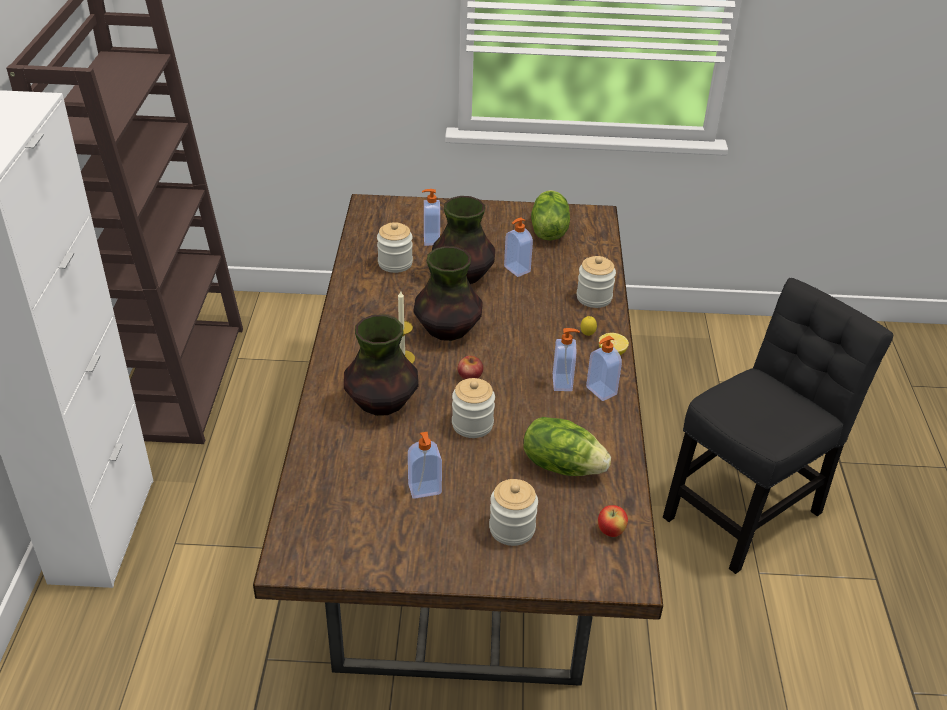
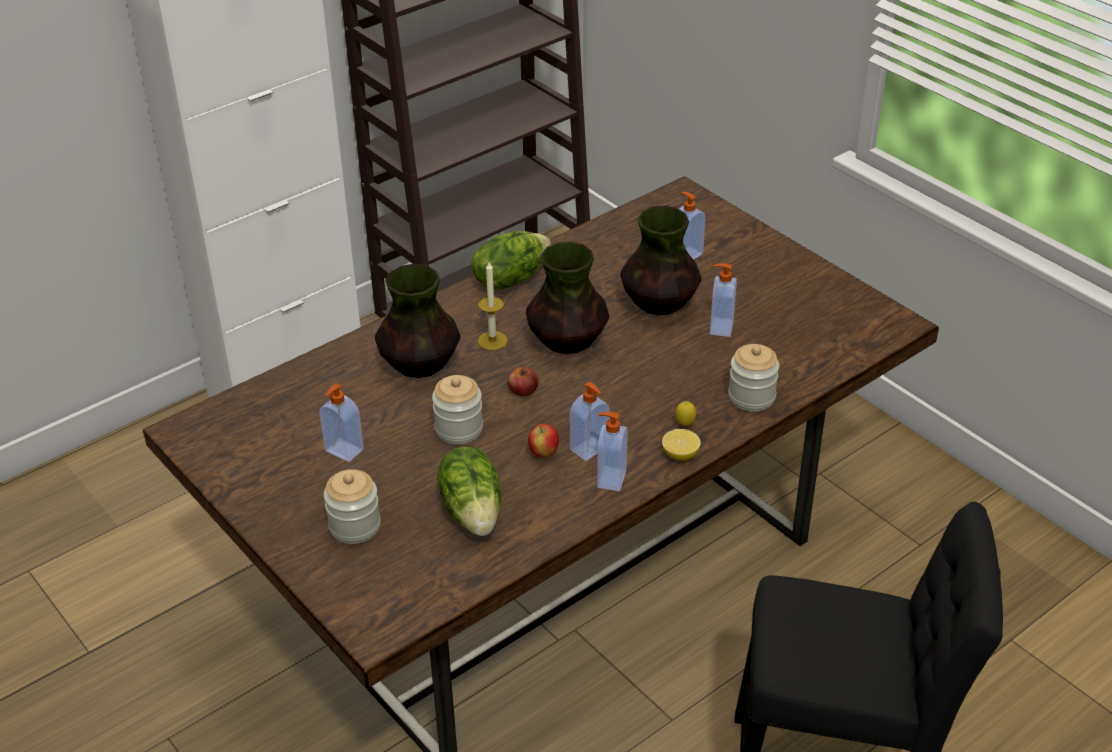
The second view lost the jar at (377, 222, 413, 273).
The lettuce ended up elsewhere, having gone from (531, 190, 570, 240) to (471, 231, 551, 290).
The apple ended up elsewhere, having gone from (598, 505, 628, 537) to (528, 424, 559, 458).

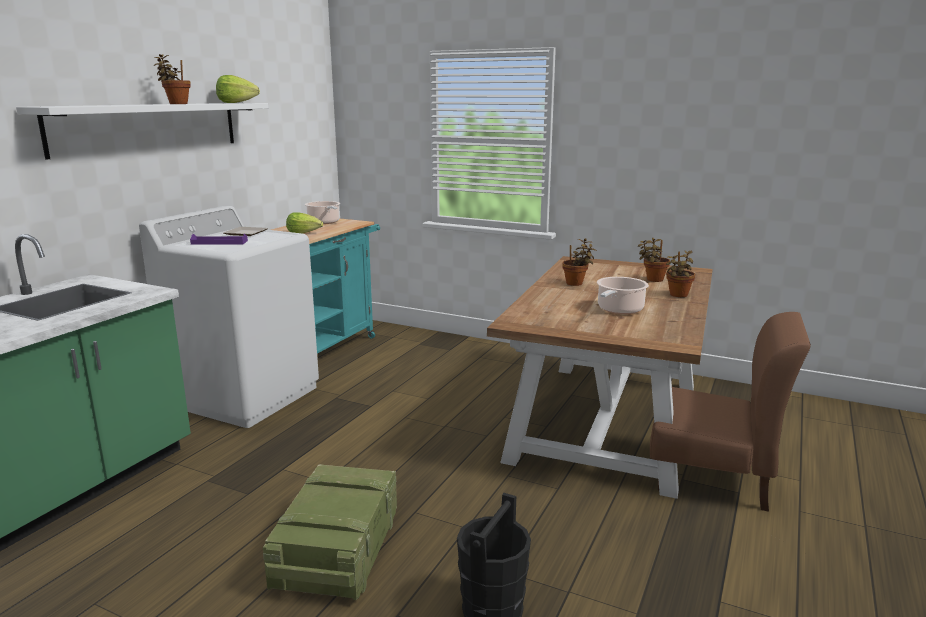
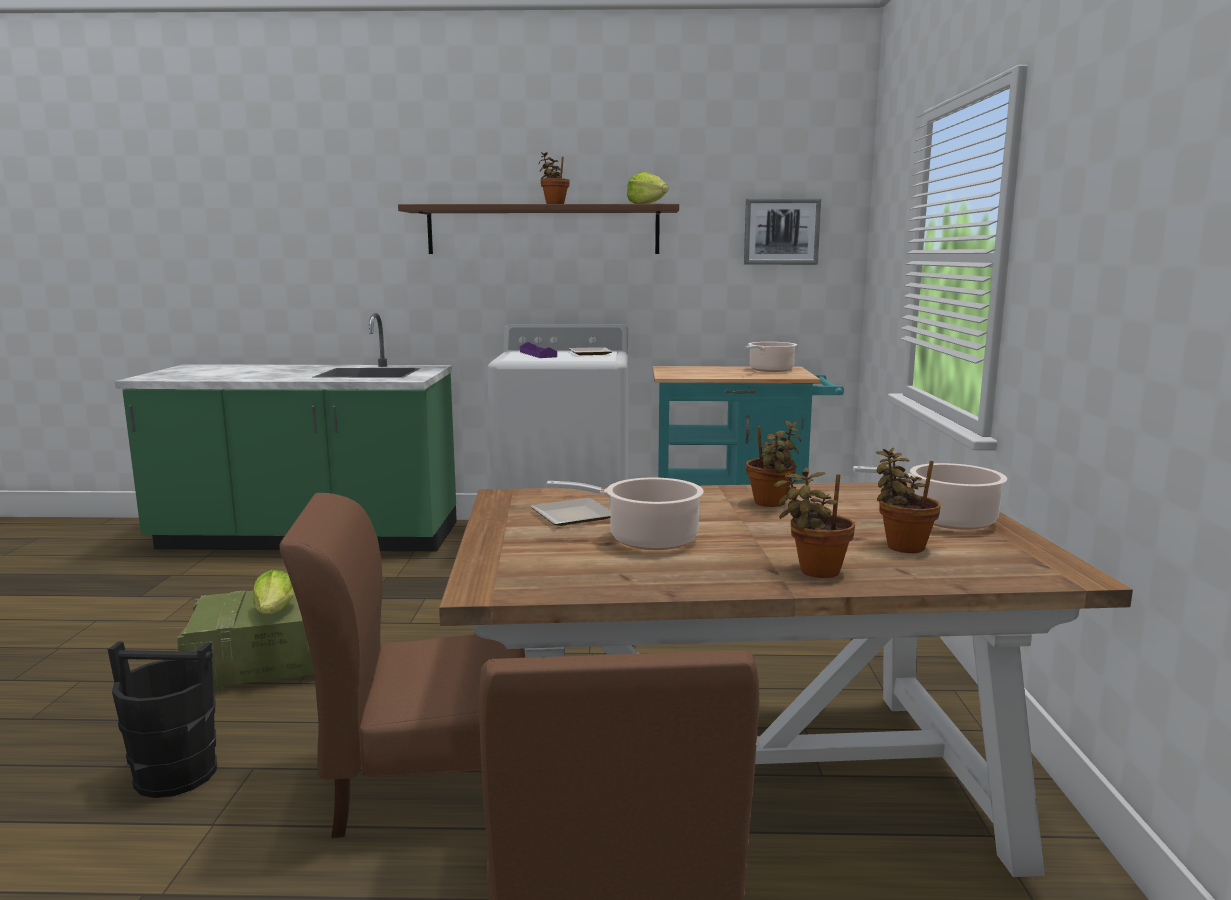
The second view gained the chair (brown) at (280, 493, 525, 838).
The second view gained the plate at (530, 498, 611, 526).
The second view gained the picture at (744, 198, 821, 265).
The second view gained the cooking pot at (853, 463, 1007, 530).
The lettuce ended up elsewhere, having gone from (286, 212, 323, 233) to (253, 570, 295, 614).
What was the shelf (white) at (16, 103, 268, 160) turned into the shelf (brown) at (398, 204, 679, 254).

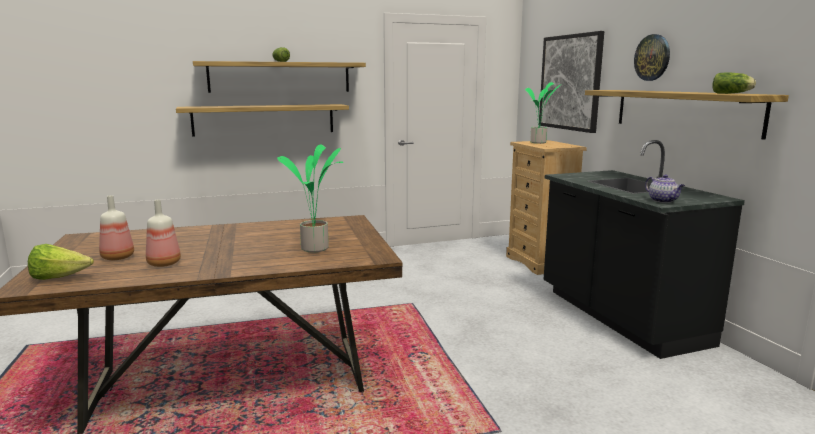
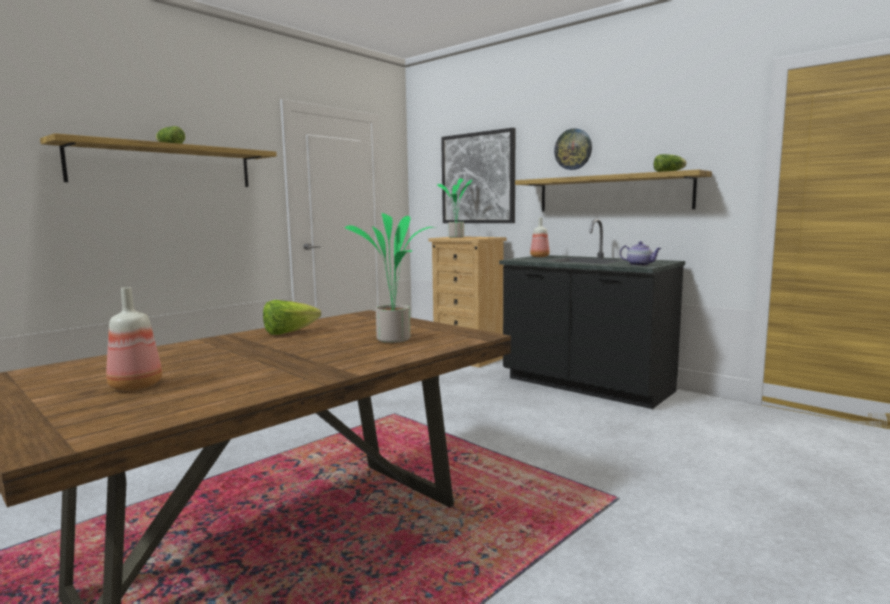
The second view lost the shelf at (176, 104, 349, 137).
The lettuce ended up elsewhere, having gone from (28, 244, 94, 280) to (263, 300, 321, 335).
The bottle ended up elsewhere, having gone from (146, 200, 181, 267) to (530, 217, 550, 257).

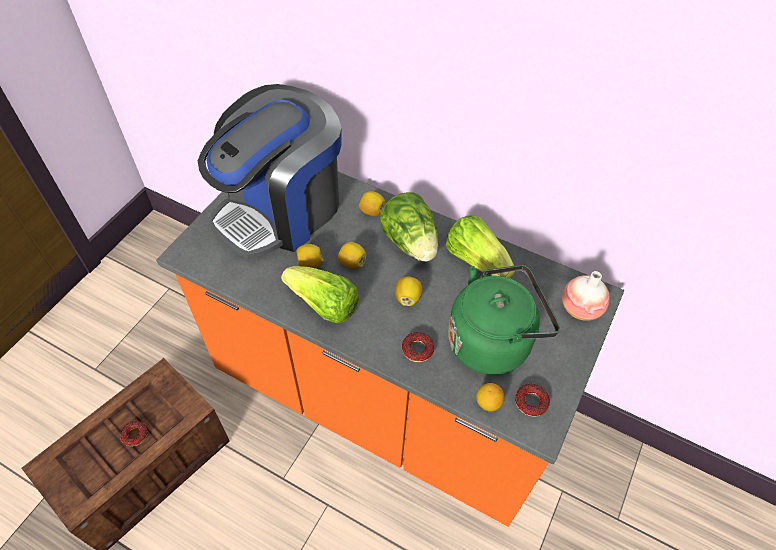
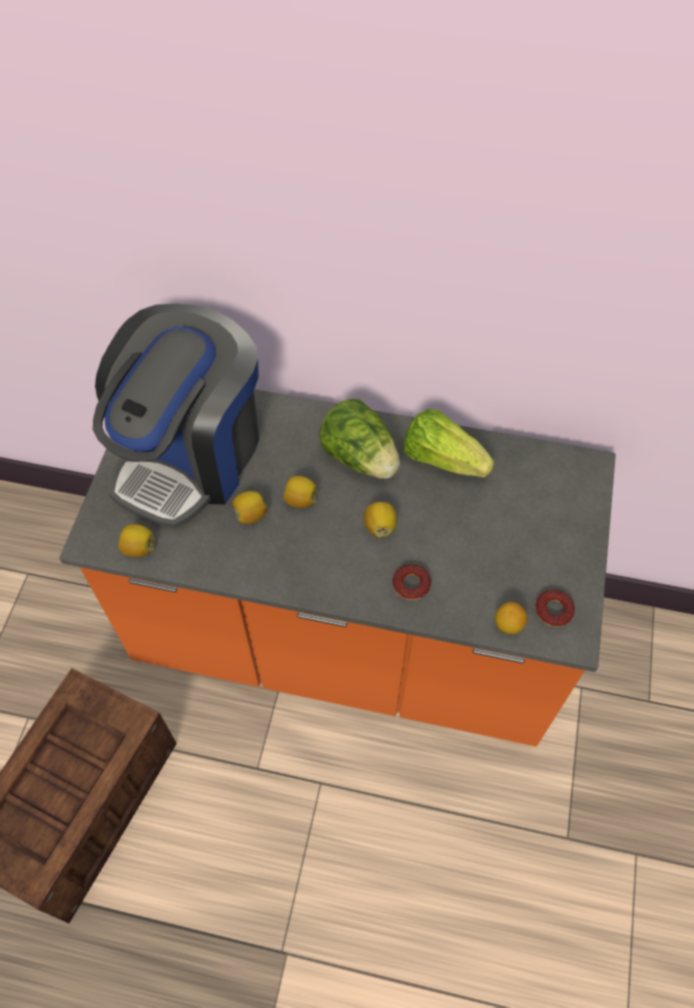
The second view lost the donut at (120, 421, 148, 446).
The second view lost the lettuce at (281, 266, 359, 323).
The second view lost the kettle (green) at (448, 265, 560, 375).
The second view lost the vase at (562, 271, 610, 321).
The lemon ended up elsewhere, having gone from (359, 191, 386, 216) to (118, 524, 154, 557).

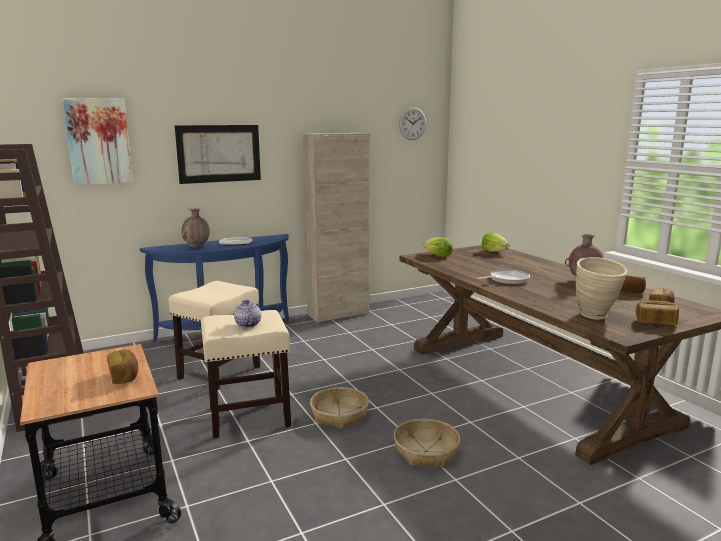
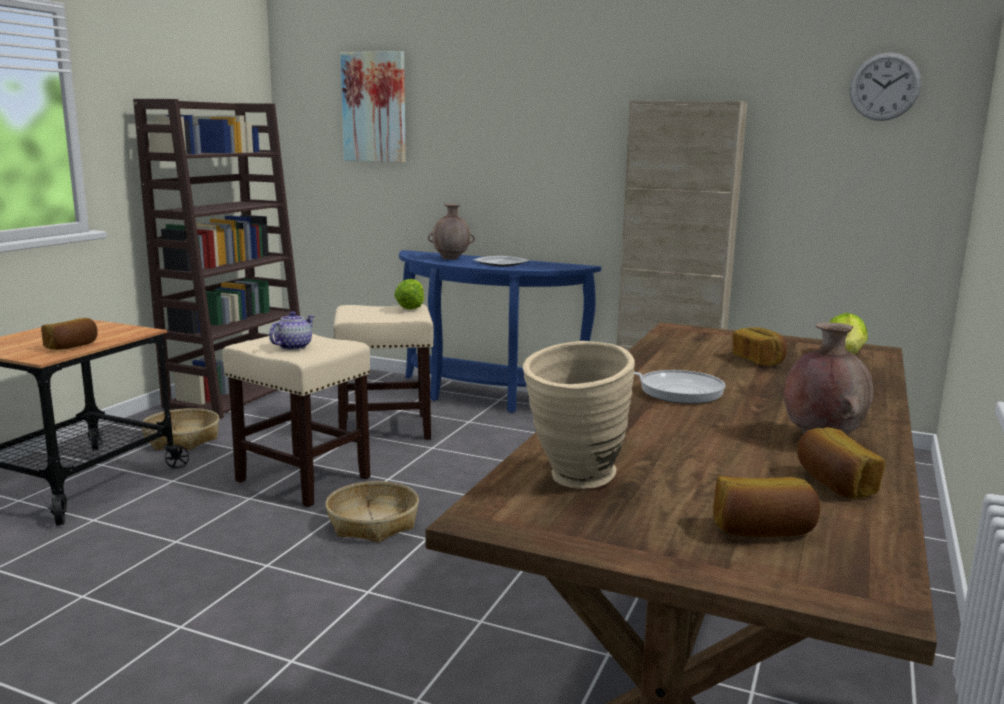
The second view lost the picture at (175, 125, 261, 184).
The basket ended up elsewhere, having gone from (394, 419, 460, 468) to (141, 408, 219, 450).
The lettuce ended up elsewhere, having gone from (424, 237, 453, 257) to (394, 279, 424, 310).
The bread ended up elsewhere, having gone from (636, 300, 679, 325) to (733, 327, 787, 365).

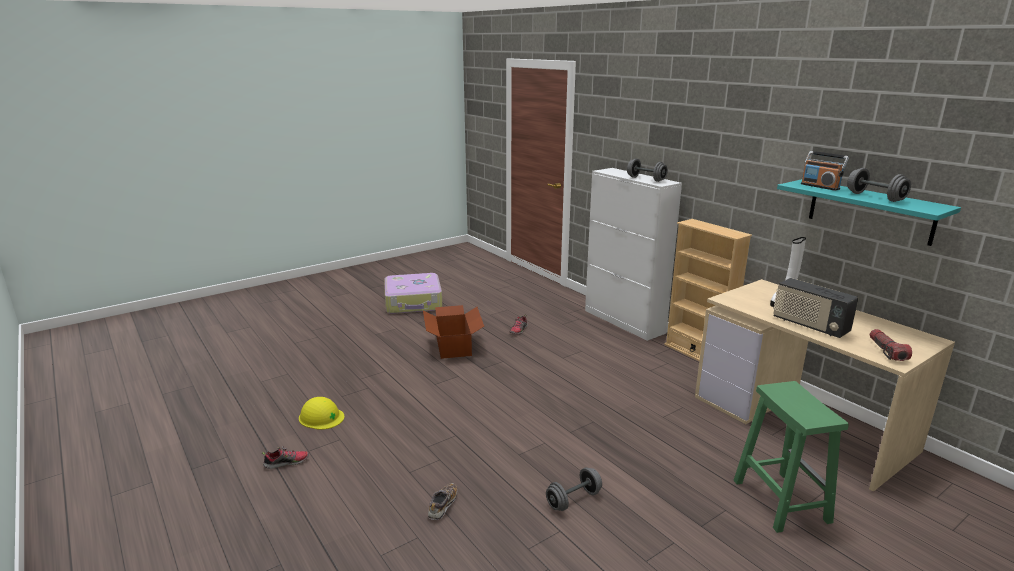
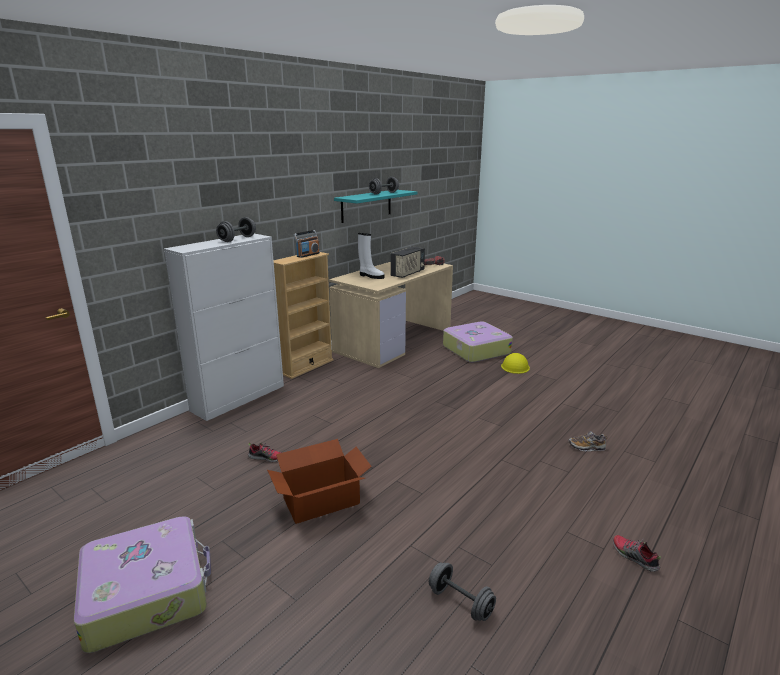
The hard hat (yellow) ended up elsewhere, having gone from (299, 397, 344, 430) to (501, 353, 530, 374).
The dumbbell (grey) ended up elsewhere, having gone from (546, 468, 602, 511) to (429, 562, 496, 621).
The radio ended up elsewhere, having gone from (801, 151, 849, 191) to (294, 230, 320, 258).
Where the stool (green) stood at (734, 381, 849, 533), the suitcase came to stand at (443, 321, 513, 363).

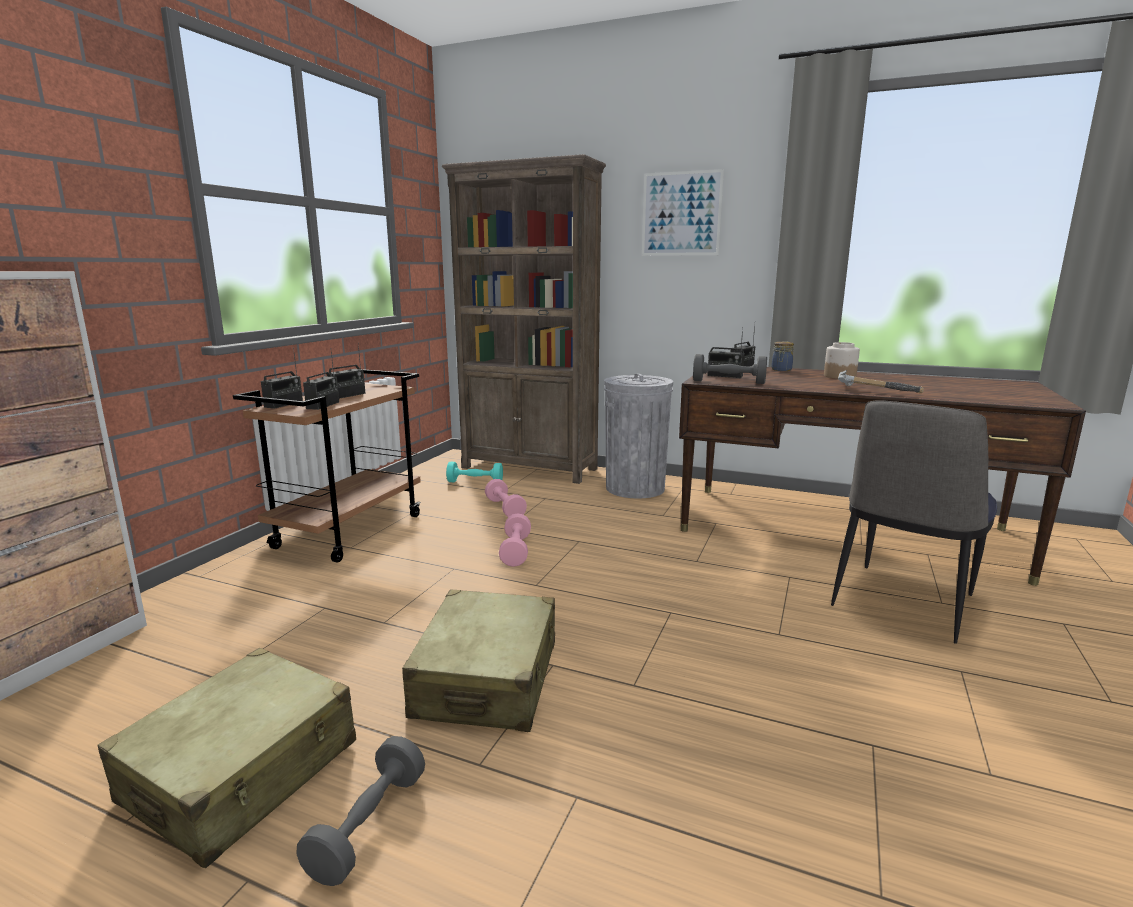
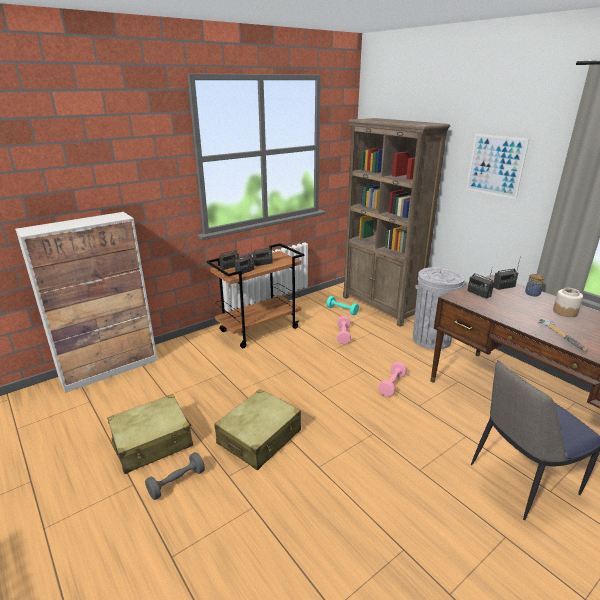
The second view lost the dumbbell (grey) at (693, 354, 767, 384).
The dumbbell (pink) ended up elsewhere, having gone from (499, 513, 531, 567) to (378, 362, 407, 397).

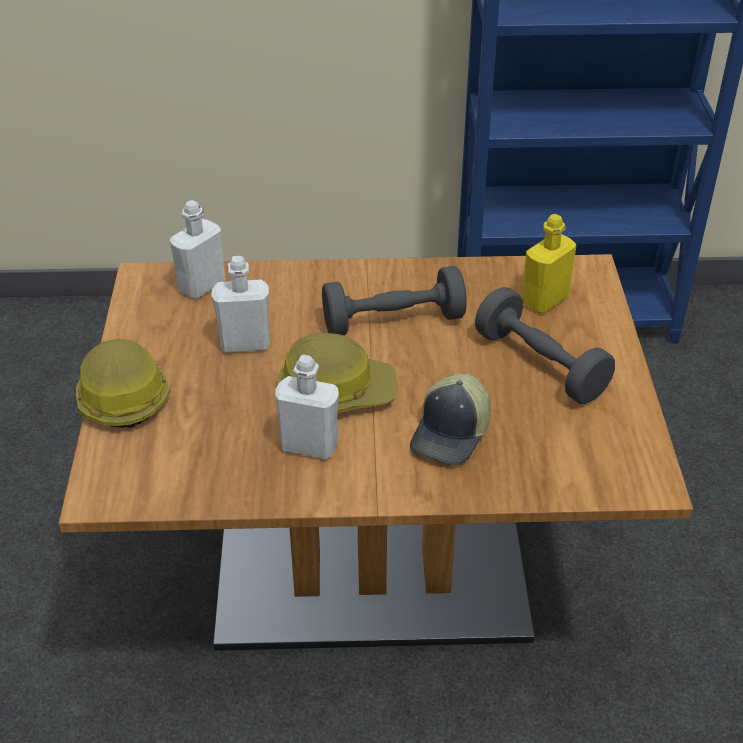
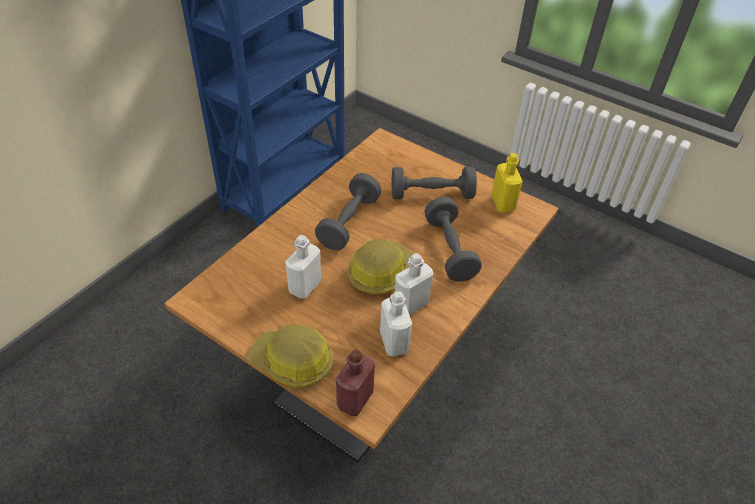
The second view gained the bottle (red) at (336, 349, 375, 416).
The bottle (white) ended up elsewhere, having gone from (170, 200, 225, 299) to (380, 291, 412, 356).
The bottle (yellow) ended up elsewhere, having gone from (522, 214, 576, 313) to (491, 153, 523, 212).
Where the cap stood at (410, 374, 491, 465), the dumbbell (grey) came to stand at (424, 197, 482, 281).

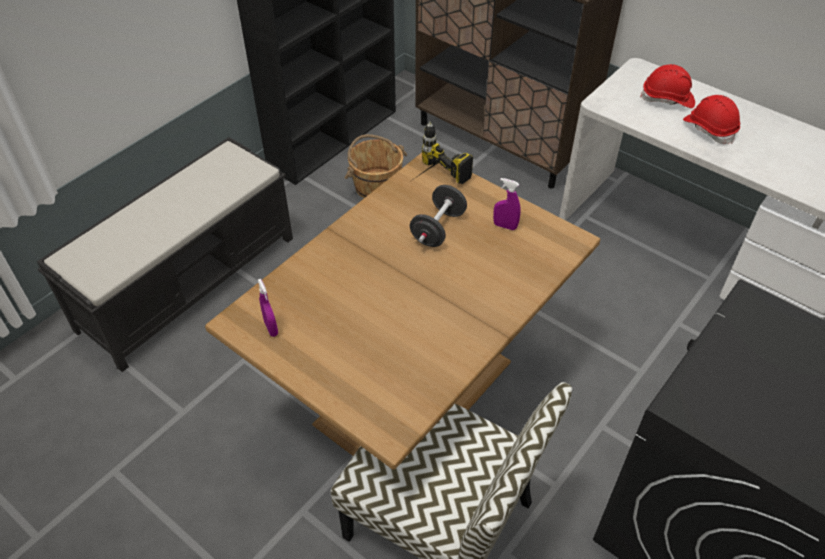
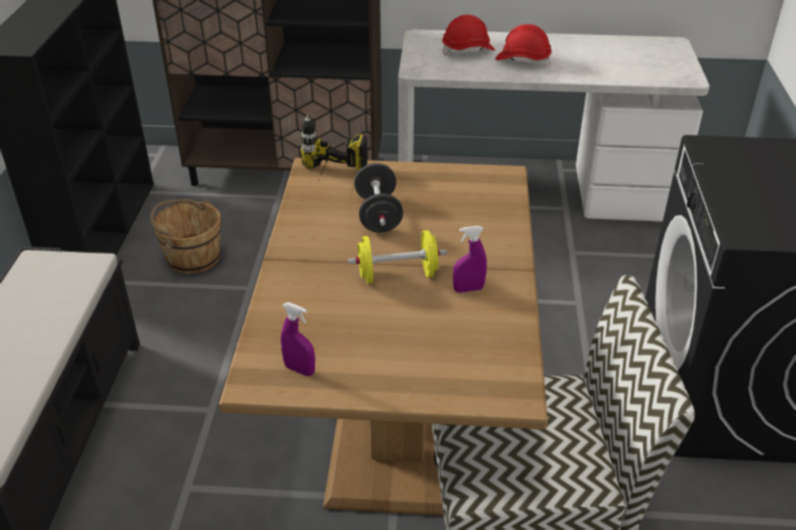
The second view gained the dumbbell (yellow) at (348, 230, 447, 283).
The spray bottle (purple) ended up elsewhere, having gone from (493, 178, 521, 230) to (453, 226, 487, 293).

